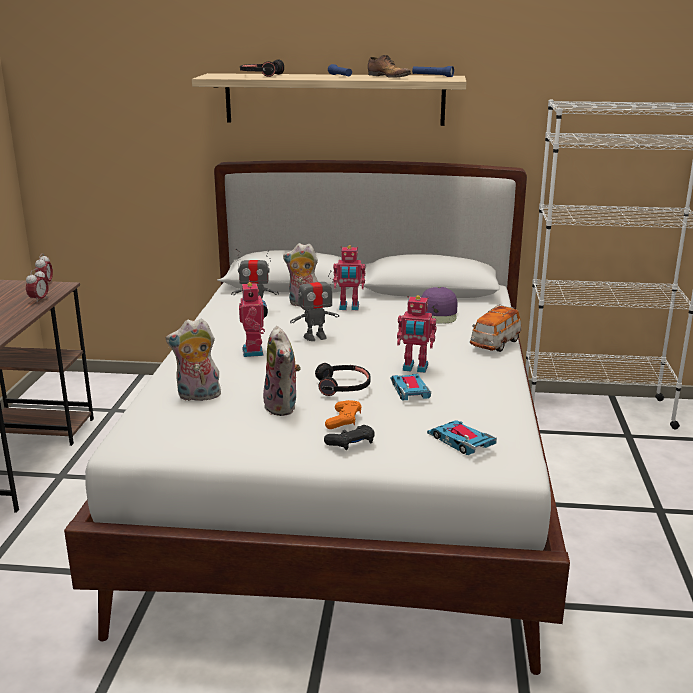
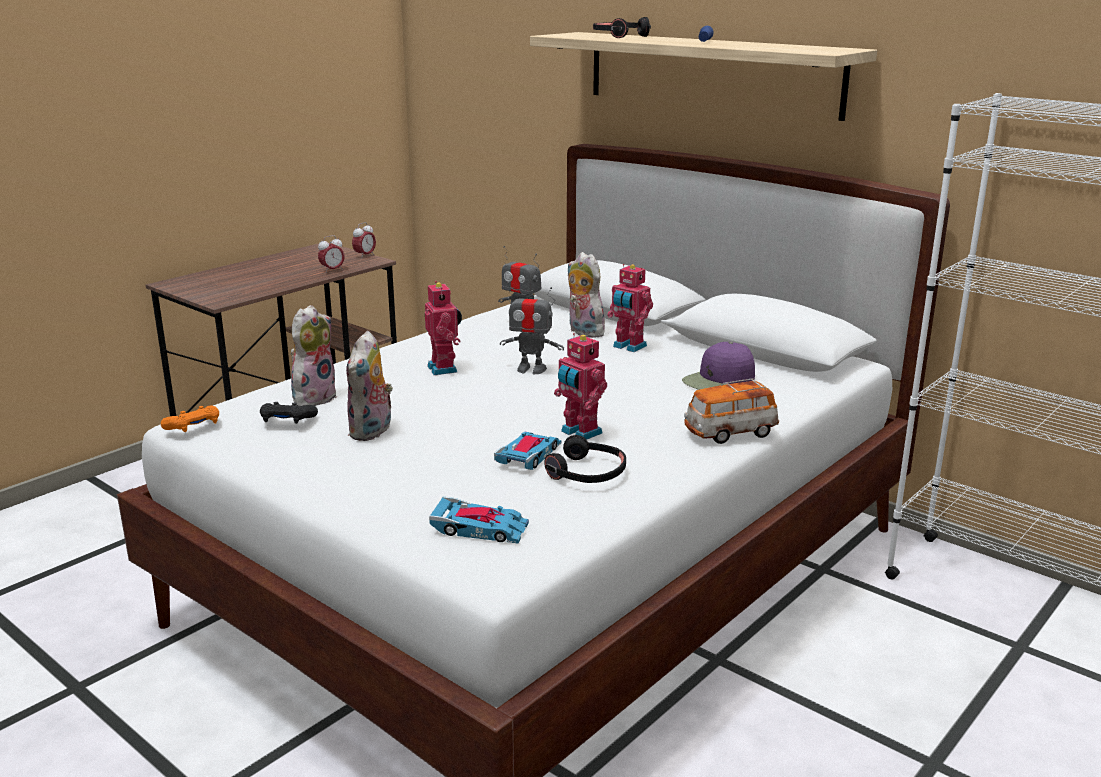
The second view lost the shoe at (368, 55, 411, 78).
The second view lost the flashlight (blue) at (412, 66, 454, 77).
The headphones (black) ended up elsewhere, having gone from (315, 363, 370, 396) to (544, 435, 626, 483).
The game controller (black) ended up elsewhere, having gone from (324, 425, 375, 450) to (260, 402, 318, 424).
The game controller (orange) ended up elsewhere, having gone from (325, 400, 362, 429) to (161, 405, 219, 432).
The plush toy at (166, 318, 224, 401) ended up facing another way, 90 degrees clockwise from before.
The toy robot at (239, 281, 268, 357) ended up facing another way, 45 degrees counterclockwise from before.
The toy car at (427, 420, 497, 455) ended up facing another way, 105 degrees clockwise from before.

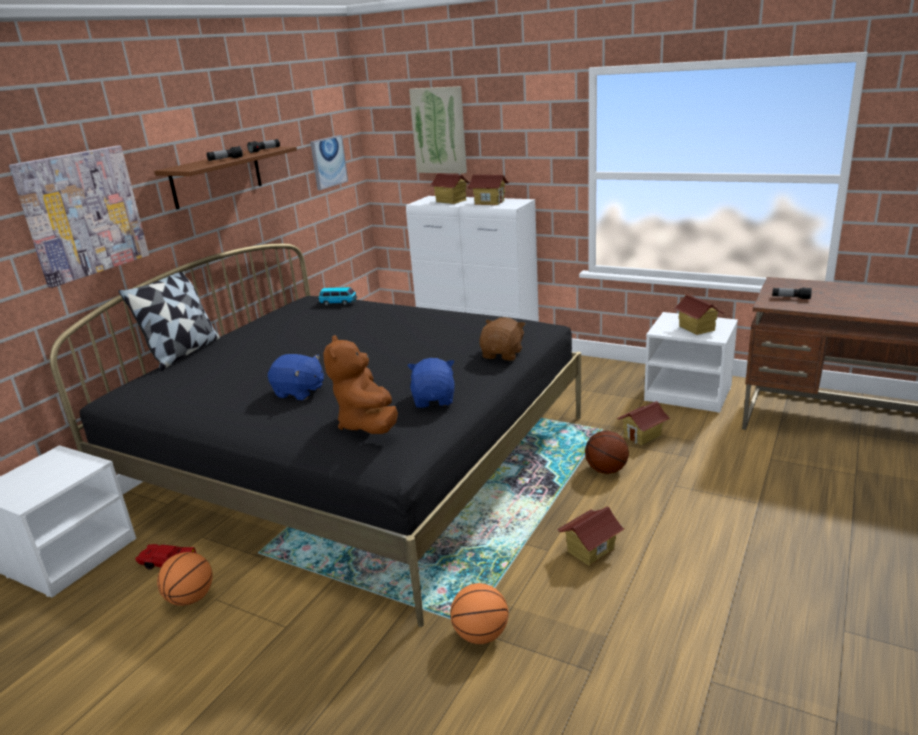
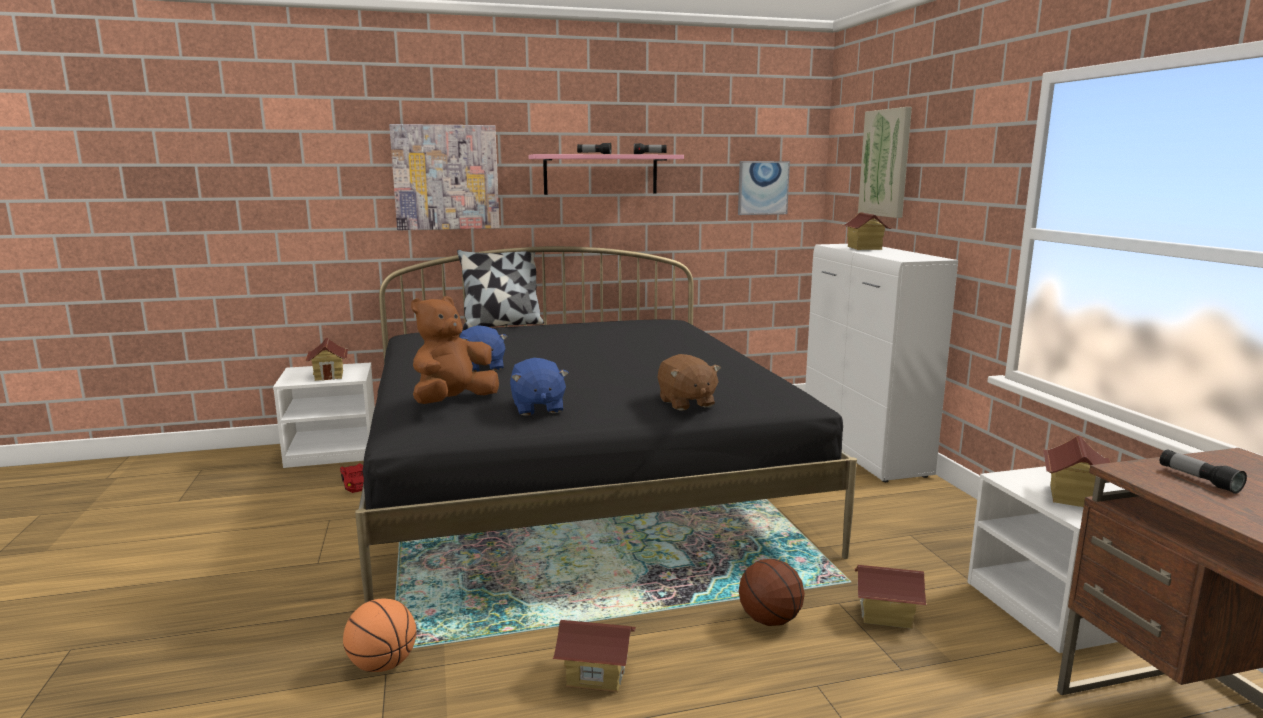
The second view lost the basketball at (157, 552, 213, 606).
The second view lost the toy car at (319, 287, 357, 306).
The toy house ended up elsewhere, having gone from (468, 175, 510, 205) to (305, 338, 348, 381).
What was the shelf (brown) at (154, 147, 297, 209) turned into the shelf (pink) at (529, 154, 684, 195).
The plush toy (blue) at (407, 358, 455, 408) ended up facing another way, 120 degrees clockwise from before.
The plush toy (brown) at (479, 317, 526, 361) ended up facing another way, 90 degrees clockwise from before.

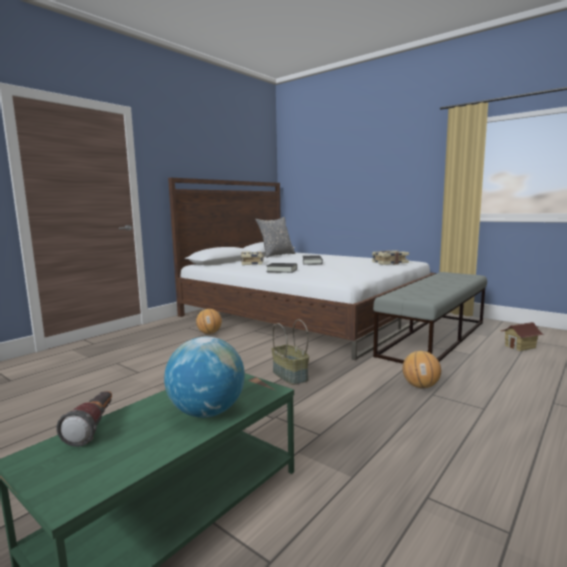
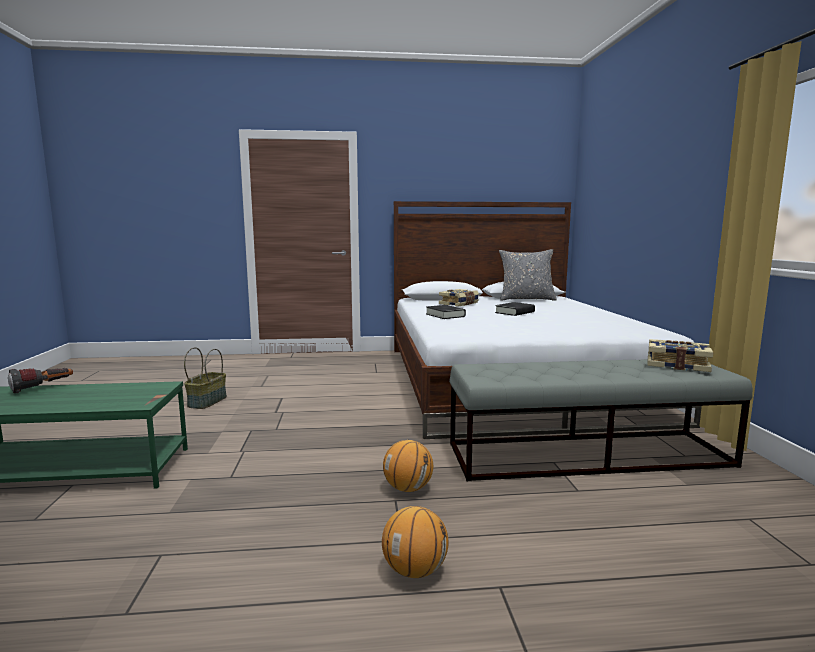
The second view lost the globe at (164, 337, 245, 418).
The second view lost the toy house at (500, 322, 544, 351).
The basketball ended up elsewhere, having gone from (196, 309, 222, 334) to (382, 506, 449, 578).
The basket ended up elsewhere, having gone from (271, 319, 309, 385) to (184, 347, 227, 409).
The book ended up elsewhere, having gone from (372, 250, 409, 265) to (647, 339, 713, 372).

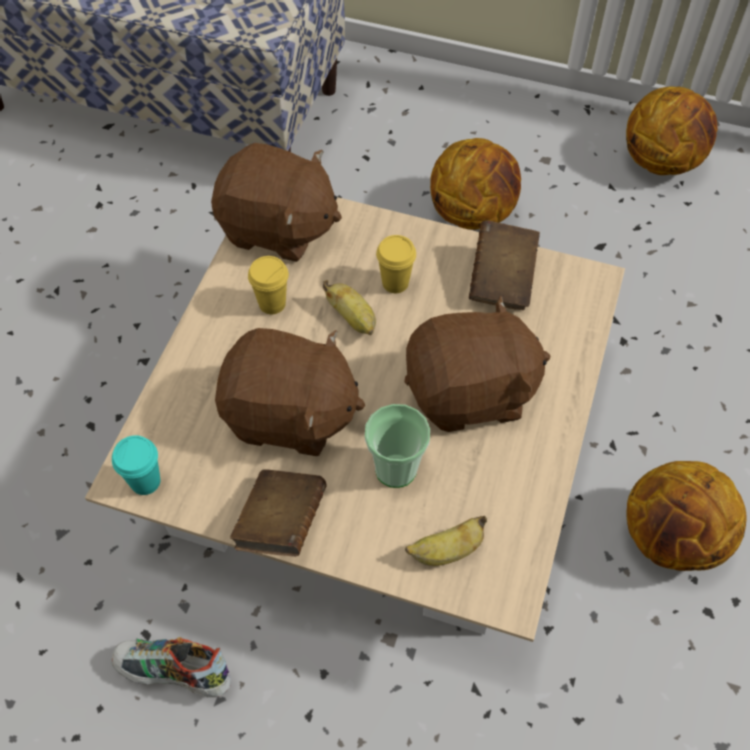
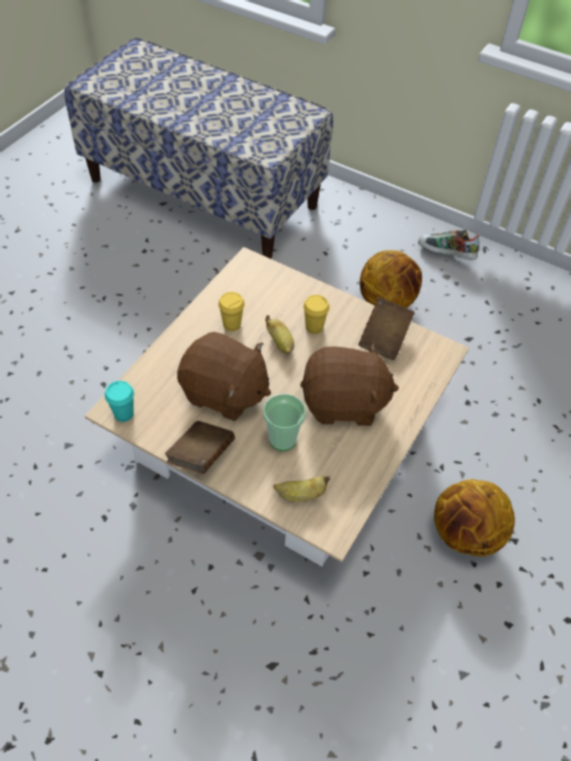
The second view lost the plush toy (brown) at (211, 143, 342, 262).
The second view lost the basketball at (626, 86, 717, 175).
The shoe ended up elsewhere, having gone from (111, 637, 231, 697) to (418, 230, 479, 260).

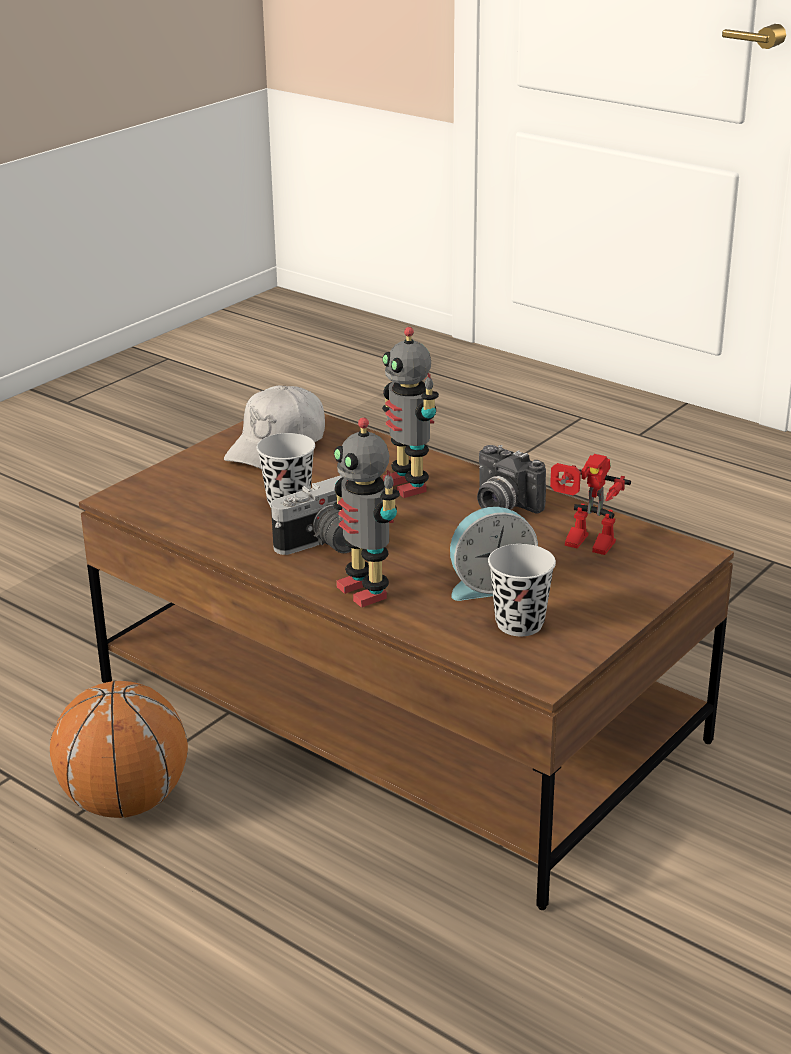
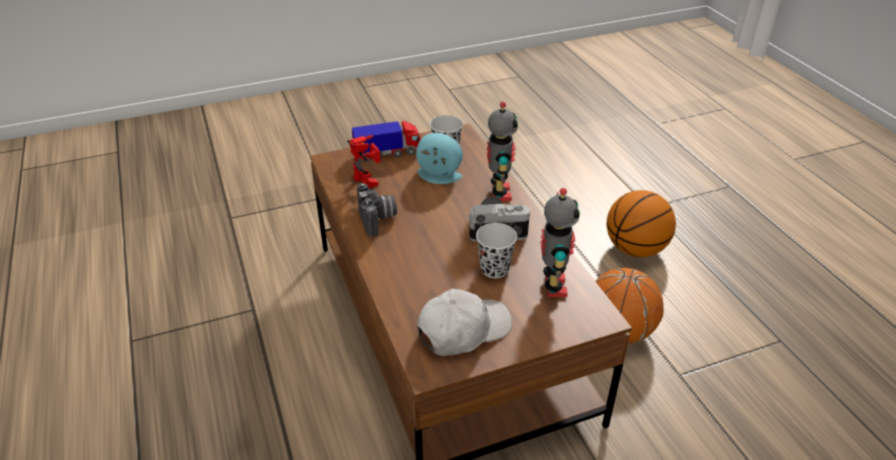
The second view gained the toy truck at (352, 121, 421, 162).
The second view gained the basketball at (607, 190, 676, 257).
The toy robot ended up elsewhere, having gone from (382, 327, 439, 498) to (541, 188, 580, 297).

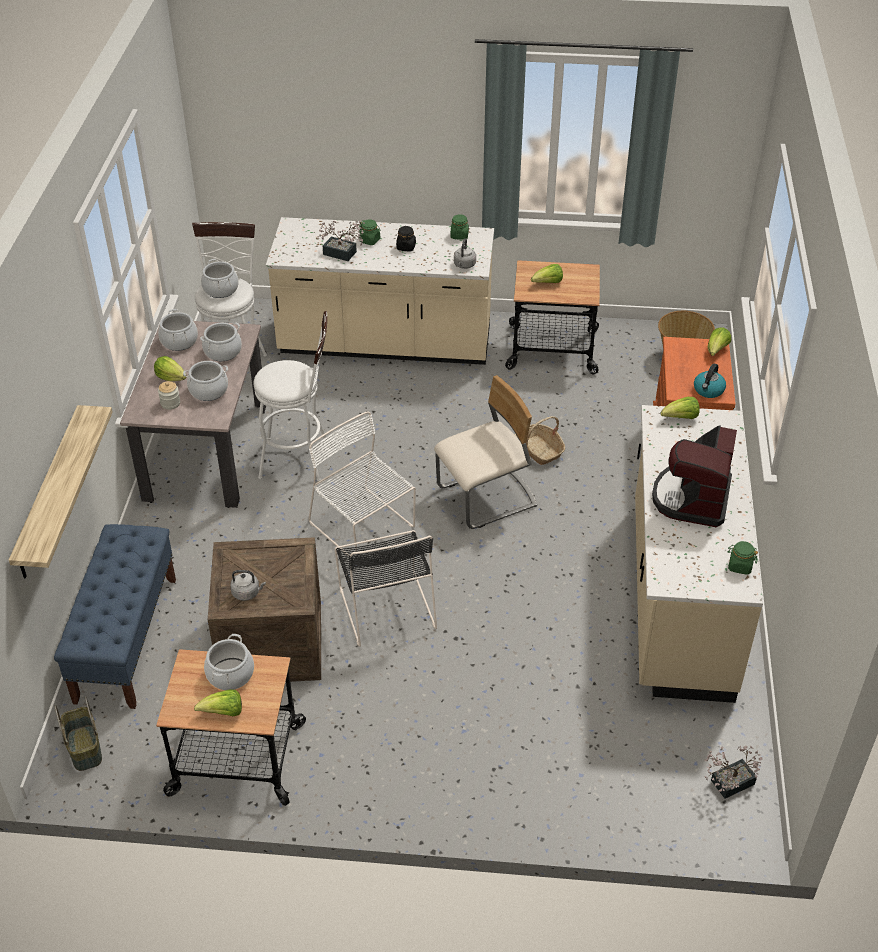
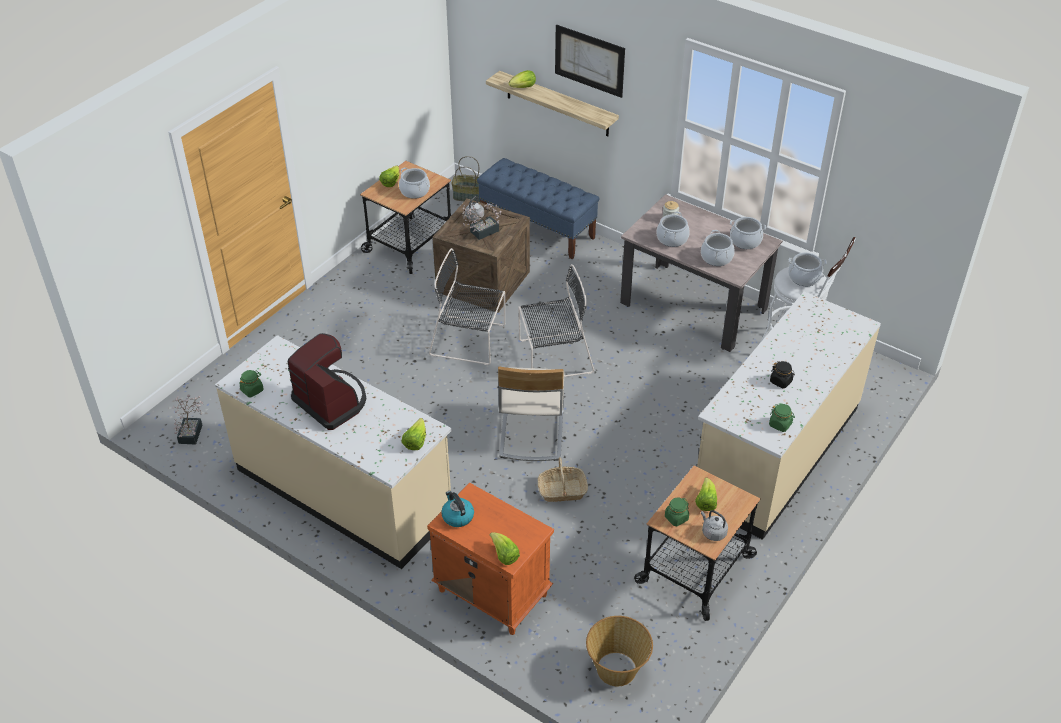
The second view lost the stool (white) at (253, 311, 328, 482).
The second view gained the picture at (555, 25, 625, 98).
The lettuce ended up elsewhere, having gone from (154, 356, 187, 381) to (508, 70, 536, 88).
The potted plant ended up elsewhere, having gone from (316, 220, 365, 261) to (462, 203, 502, 240).
The jar (green) ended up elsewhere, having gone from (359, 219, 380, 245) to (665, 498, 689, 526).
The kettle (grey) ended up elsewhere, having gone from (454, 238, 476, 269) to (701, 510, 728, 541).
What was the chair (white) at (308, 411, 416, 560) turned into the chair (black) at (518, 264, 594, 377).

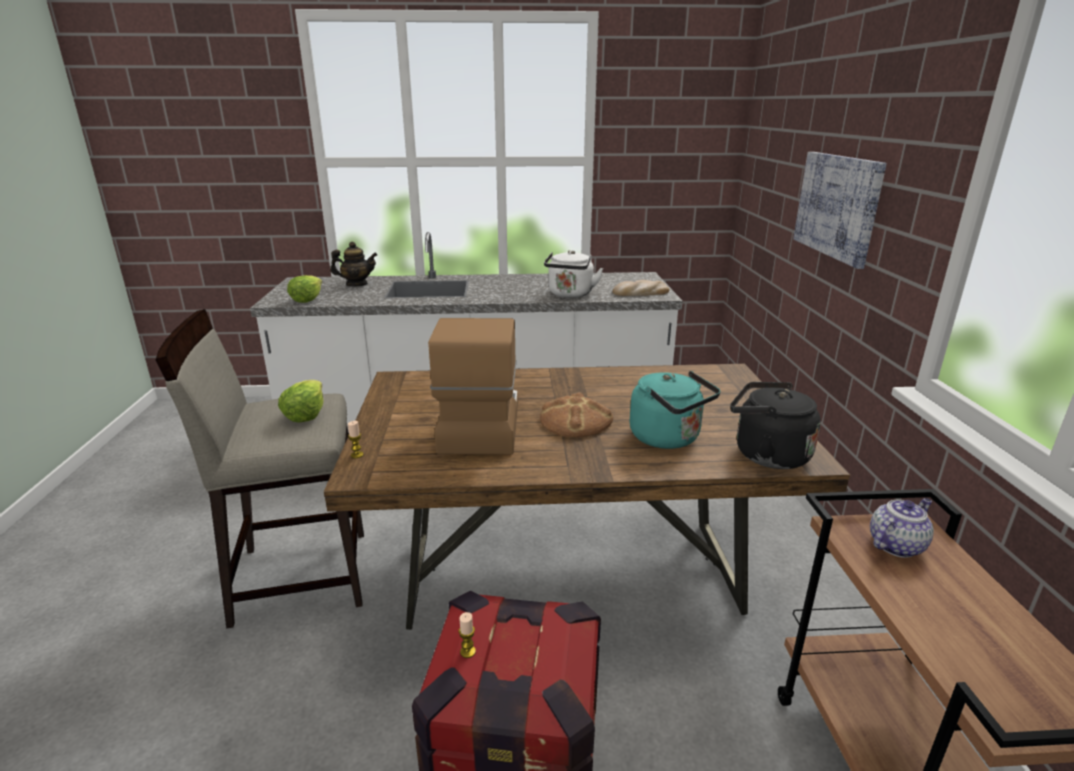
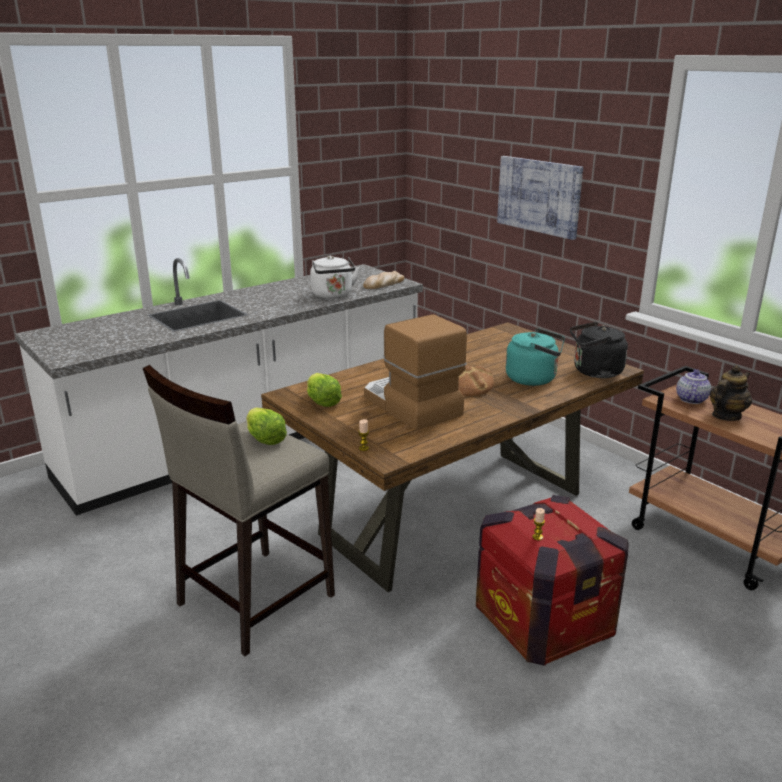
The lettuce ended up elsewhere, having gone from (287, 275, 322, 303) to (307, 373, 342, 407).
The teapot ended up elsewhere, having gone from (330, 241, 377, 286) to (710, 365, 752, 421).

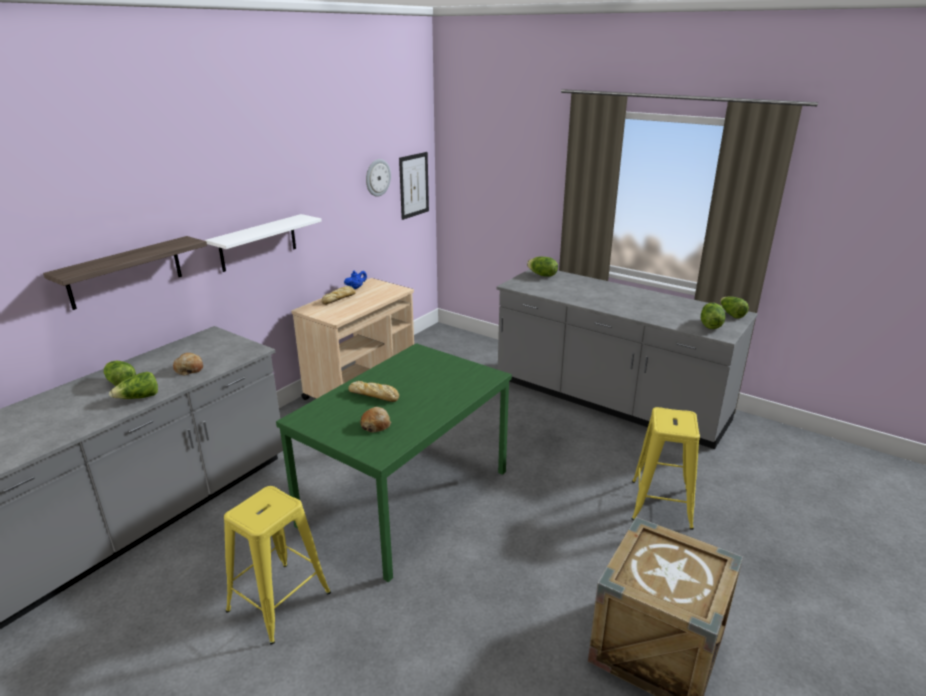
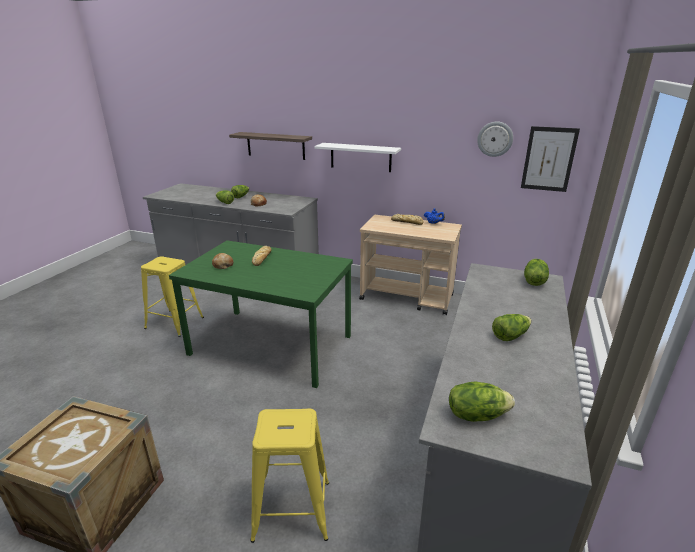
The lettuce ended up elsewhere, having gone from (720, 296, 749, 319) to (492, 314, 531, 341).

